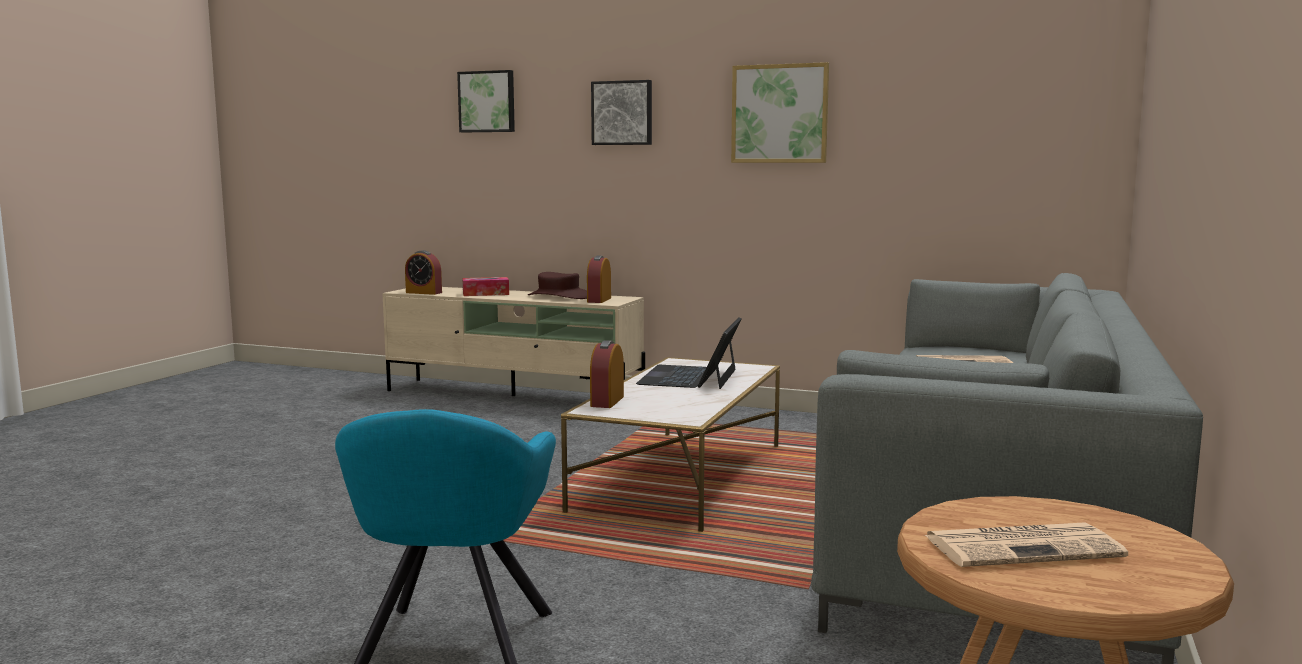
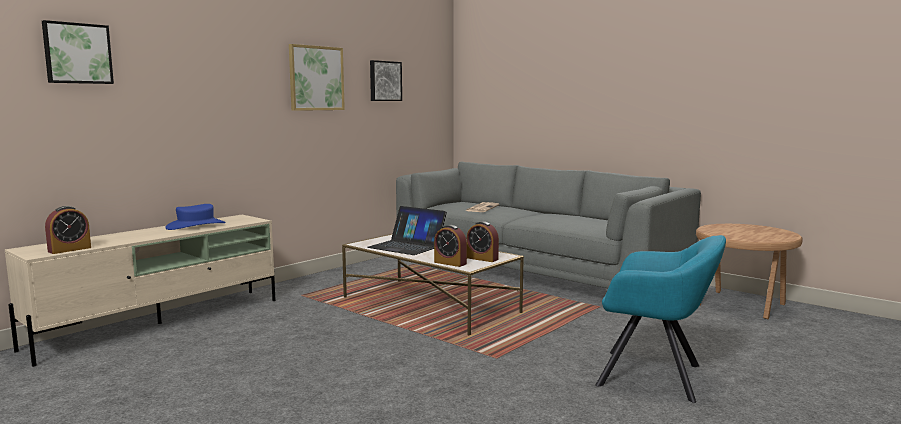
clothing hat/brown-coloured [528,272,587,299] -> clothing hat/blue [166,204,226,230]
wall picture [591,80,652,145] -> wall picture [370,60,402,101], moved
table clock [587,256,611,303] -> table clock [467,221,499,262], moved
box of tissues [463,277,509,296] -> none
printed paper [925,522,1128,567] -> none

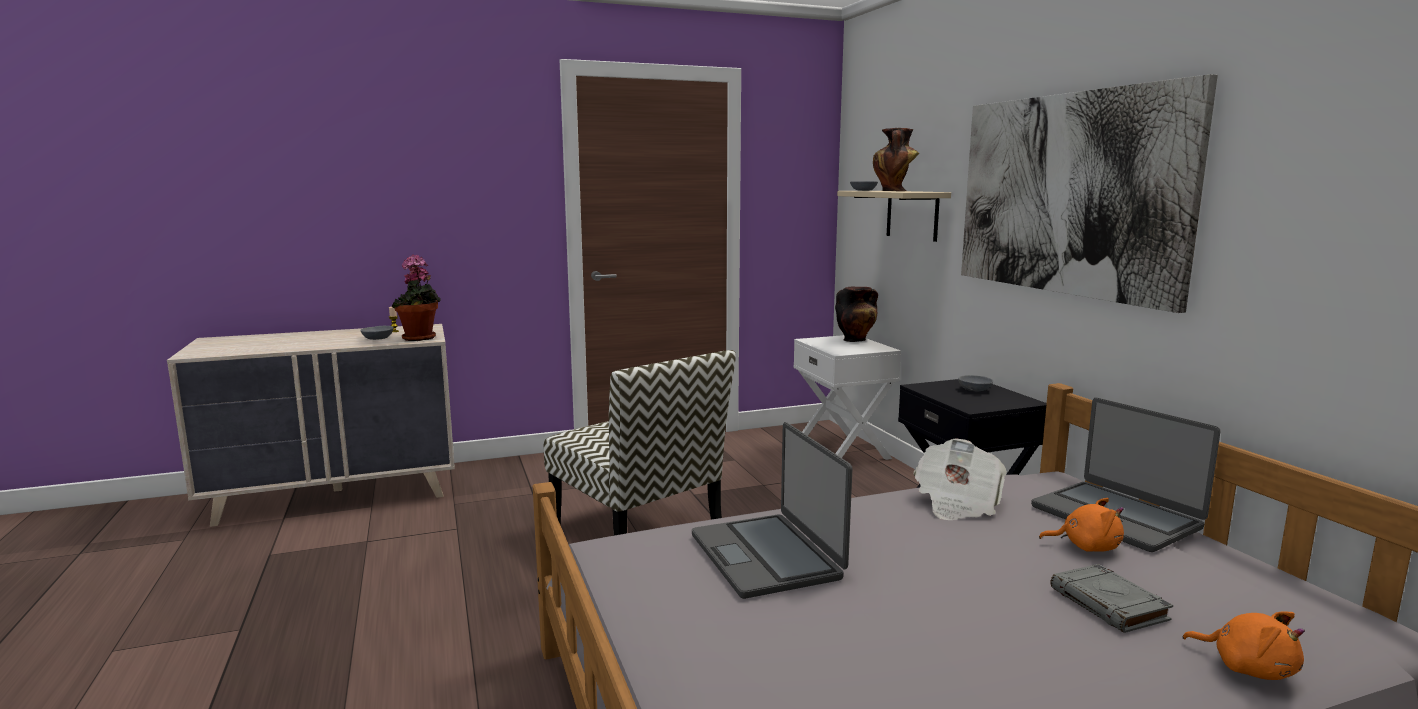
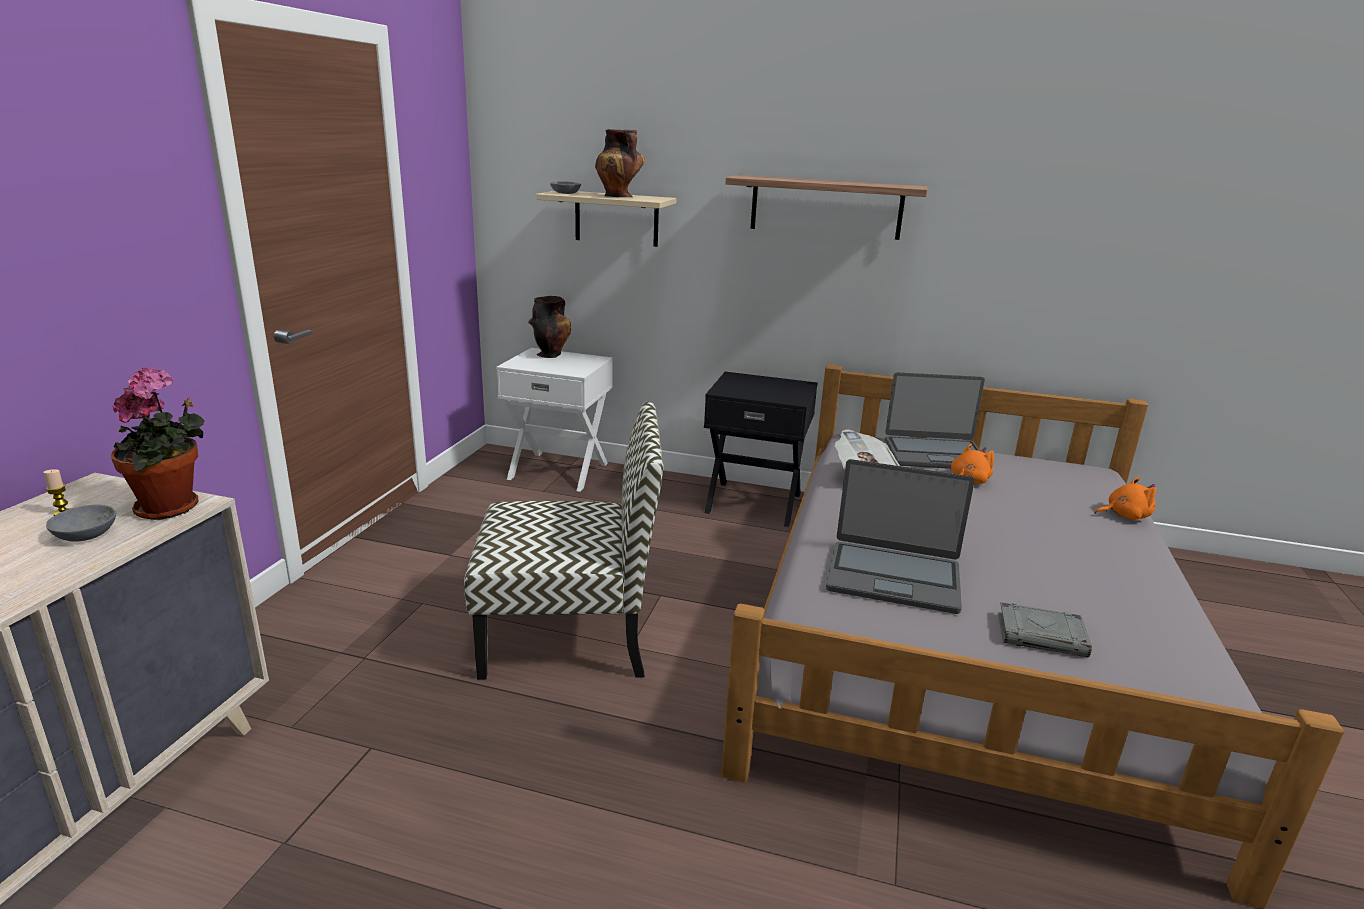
wall picture [961,74,1218,313] -> bracket shelf [725,175,927,240]
bound book/grey [1050,564,1173,633] -> bound book/grey [998,602,1092,657], moved
bowl/grey [958,375,993,391] -> none

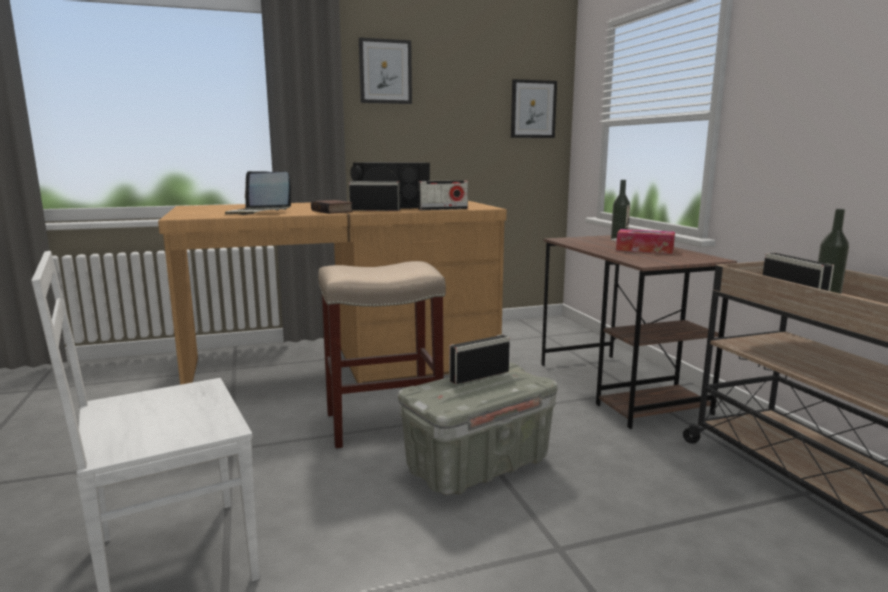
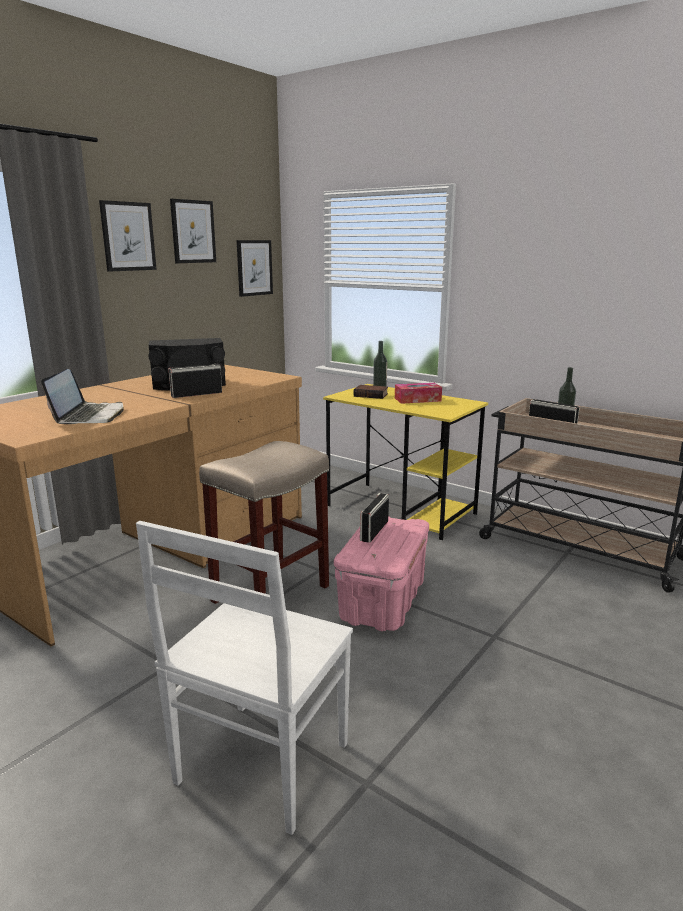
portable computer [225,171,291,215] -> portable computer [41,369,124,424], 75 degrees counterclockwise
none -> wall picture [170,199,216,263]
desk/brown-coloured [541,235,737,429] -> desk/yellowish [323,384,488,540]
storage container/grey [398,362,558,495] -> storage container/pinkish [334,516,429,632]
bound book [311,200,353,214] -> bound book [353,385,388,399], moved
radio [418,180,468,210] -> none

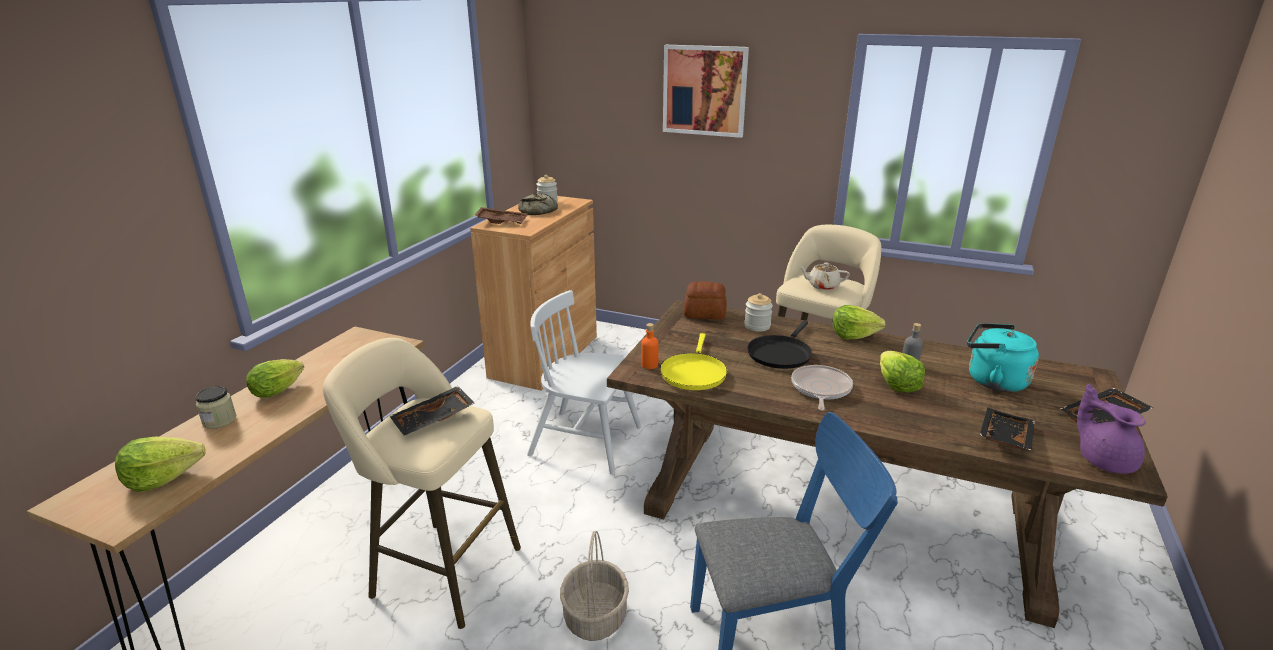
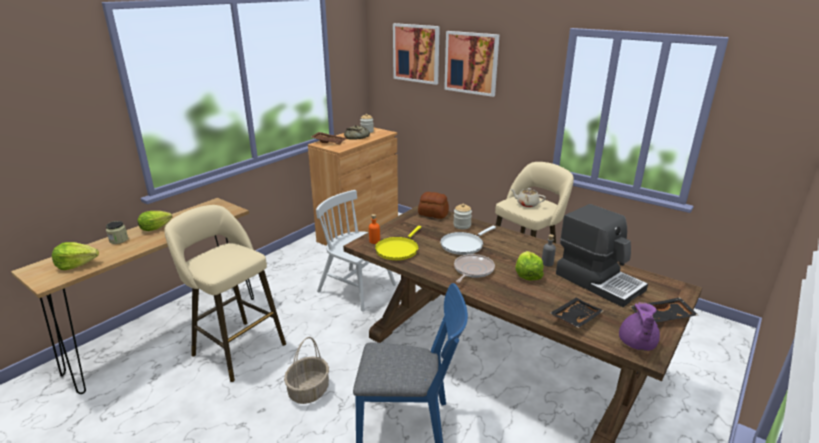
none -> wall picture [393,23,440,85]
frying pan/blackish [747,321,812,369] -> frying pan/whitish [440,226,496,255]
tea kettle/turquoise [967,323,1039,392] -> coffee machine [556,204,648,307]
pot for tea/purplish [1077,384,1146,474] -> pot for tea/purplish [619,302,660,351], 150 degrees counterclockwise
serving tray/blackish [390,386,475,435] -> none
lettuce head [832,305,886,339] -> none

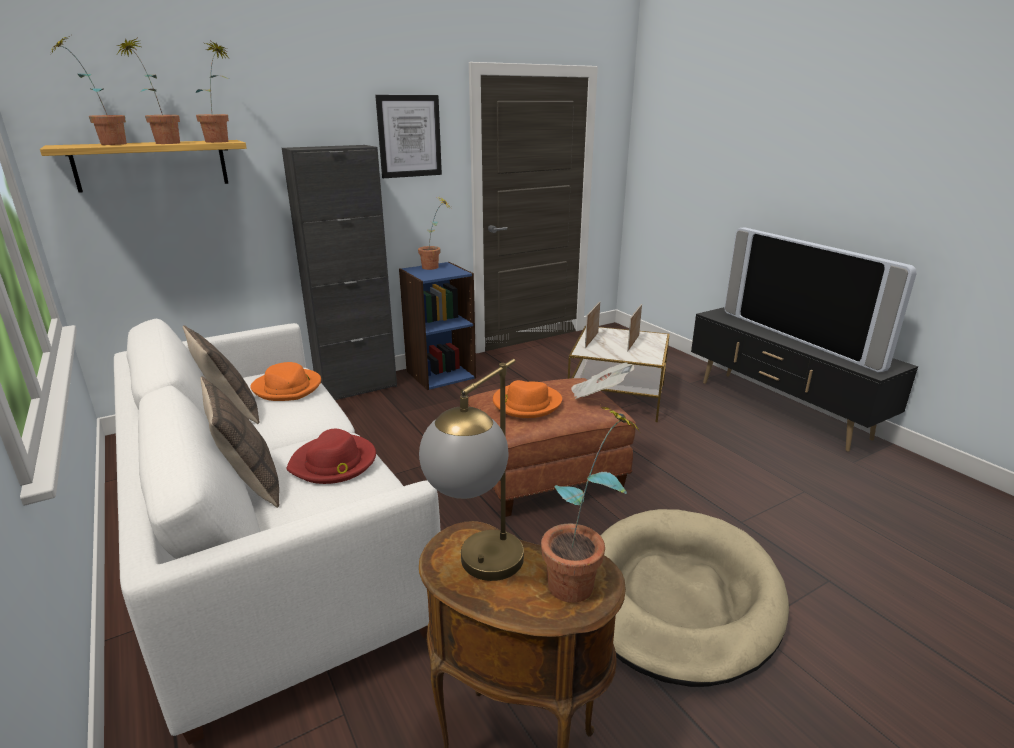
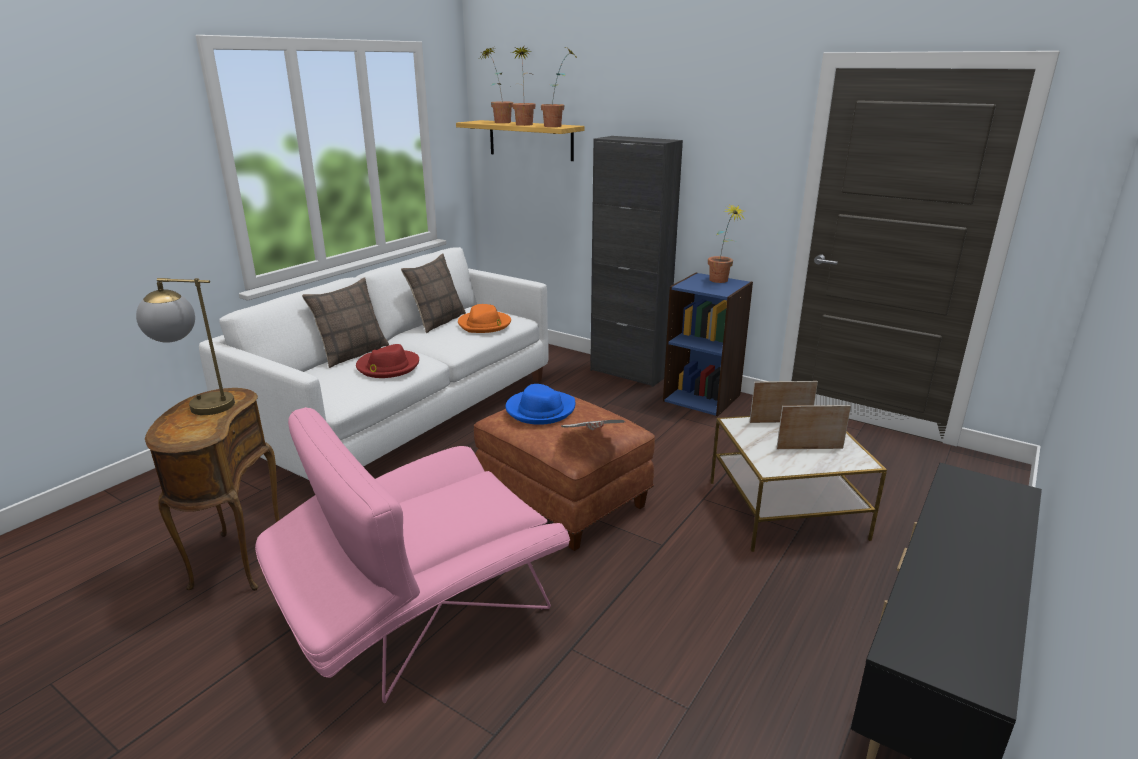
pet bed/beige [600,509,789,687] -> lounge chair/pinkish [255,407,570,703]
clothing hat/orangey [493,380,562,418] -> clothing hat/blue [505,384,575,425]
wall picture [375,95,442,178] -> none
plant in a pot [541,407,640,603] -> none
TV set [724,227,917,373] -> none

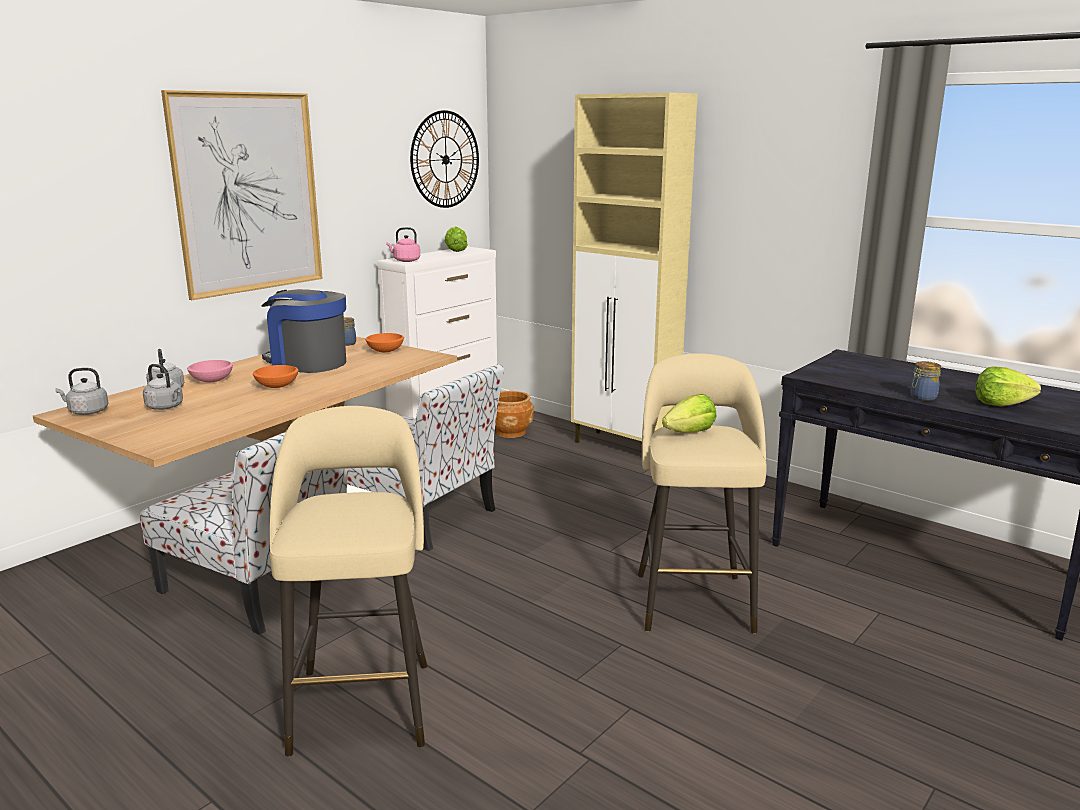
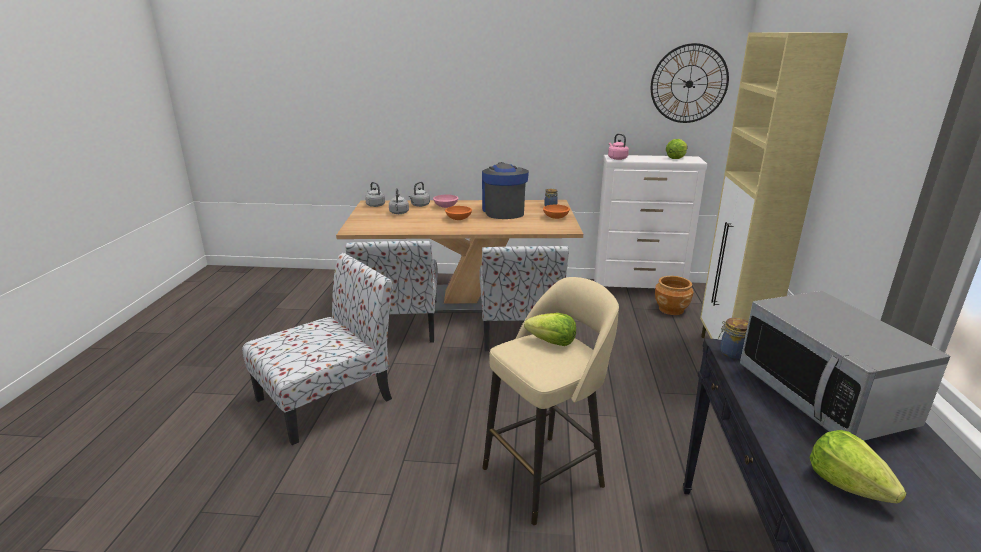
stool/beige [270,406,427,757] -> plain chair [242,253,393,445]
jar [910,361,941,401] -> jar [718,318,749,359], moved
none -> kitchen microwave [740,291,950,441]
wall picture [161,90,323,300] -> none

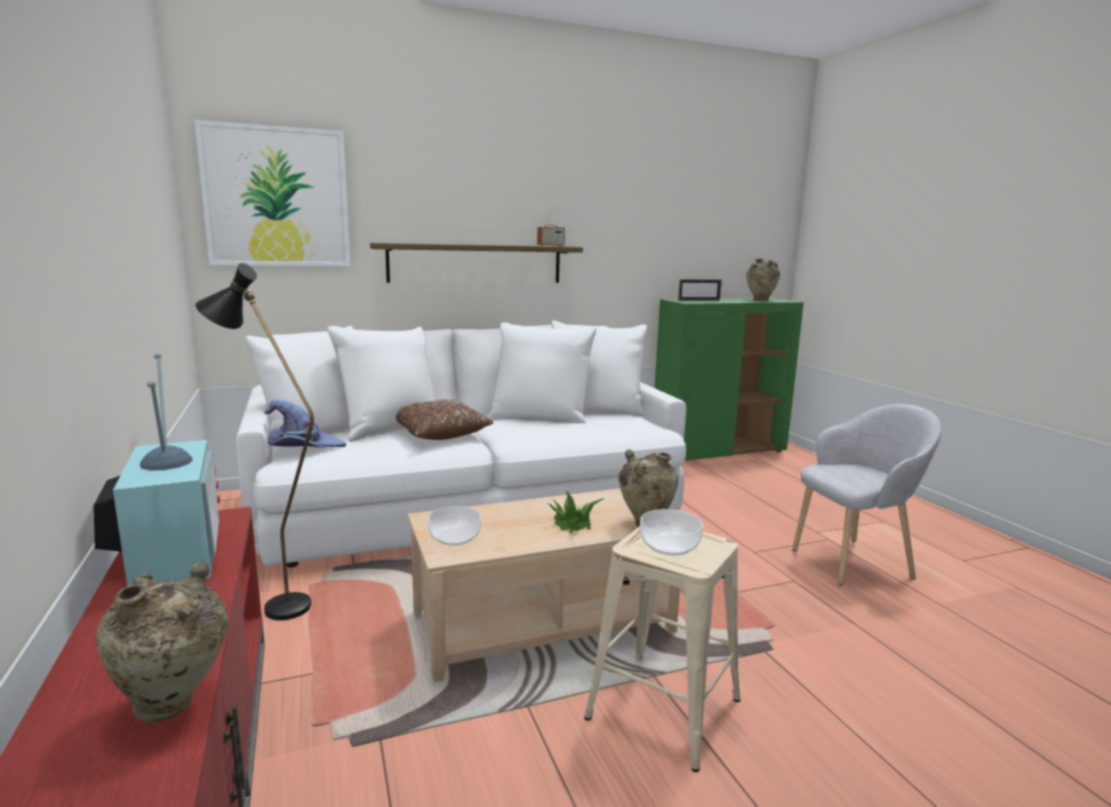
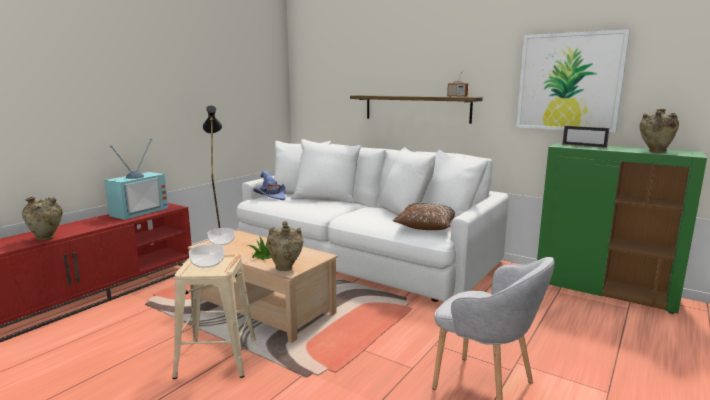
pillow/brown-coloured [396,399,493,440] -> pillow/brown-coloured [393,203,455,230], moved
wall picture [194,120,350,266] -> wall picture [516,29,630,133], moved

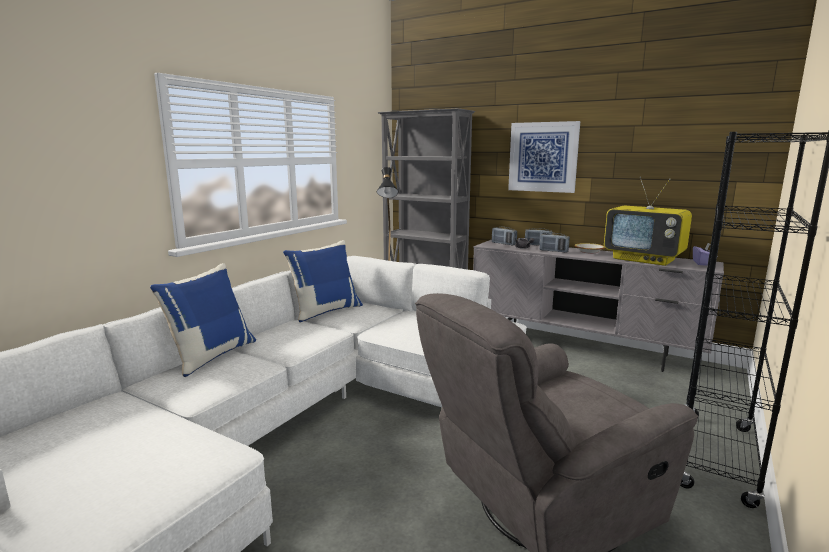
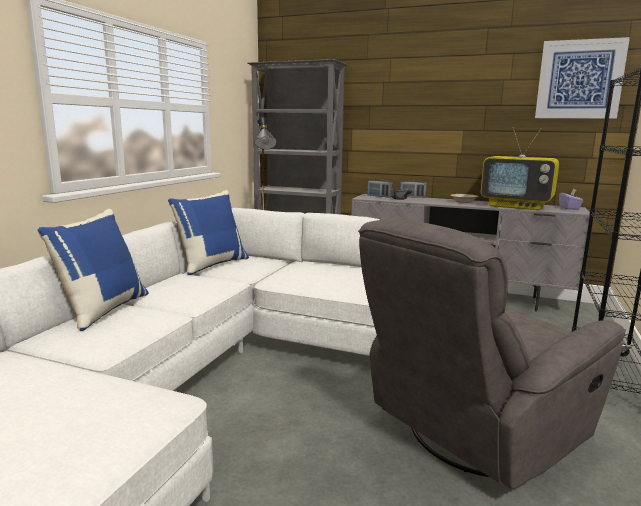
wall picture [508,121,580,193] -> wall picture [535,37,630,119], moved
radio [540,233,570,253] -> none

